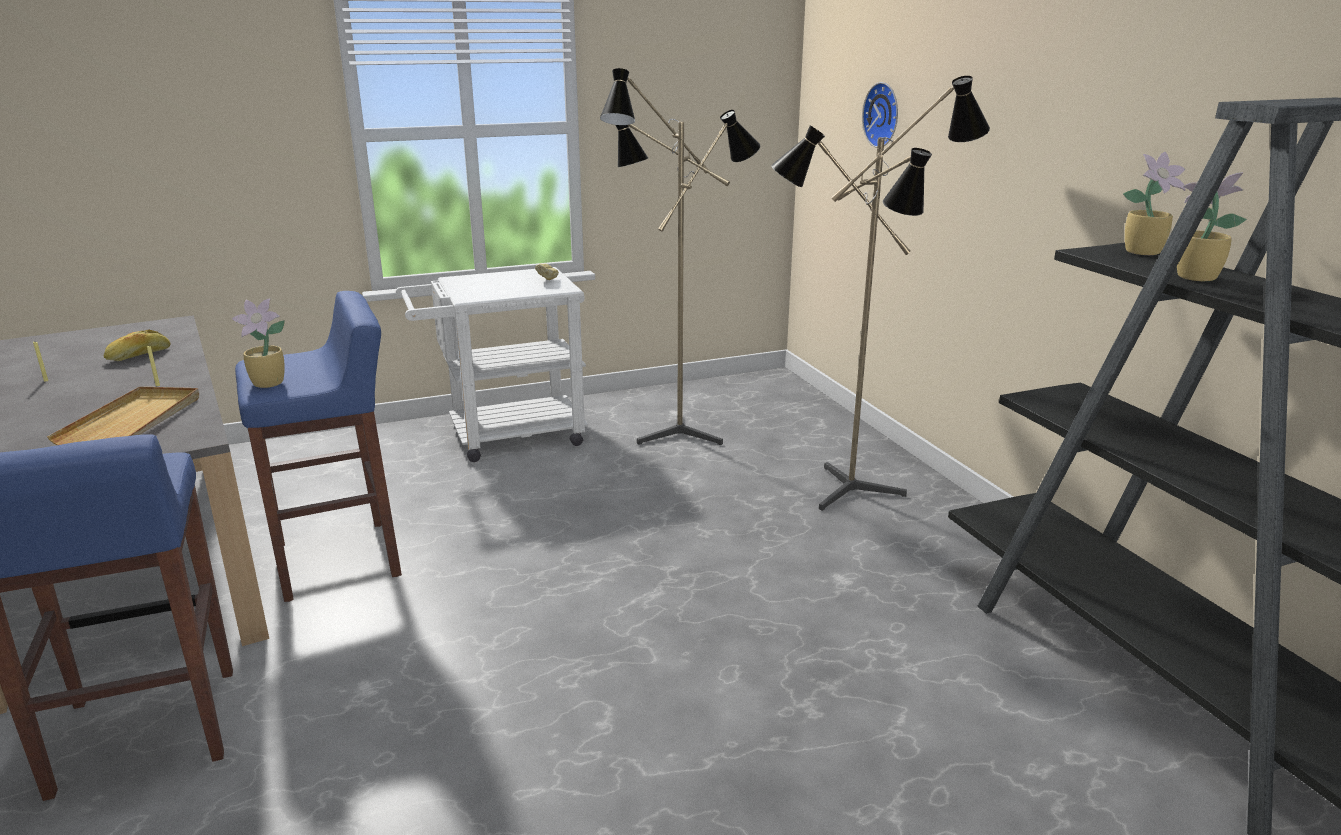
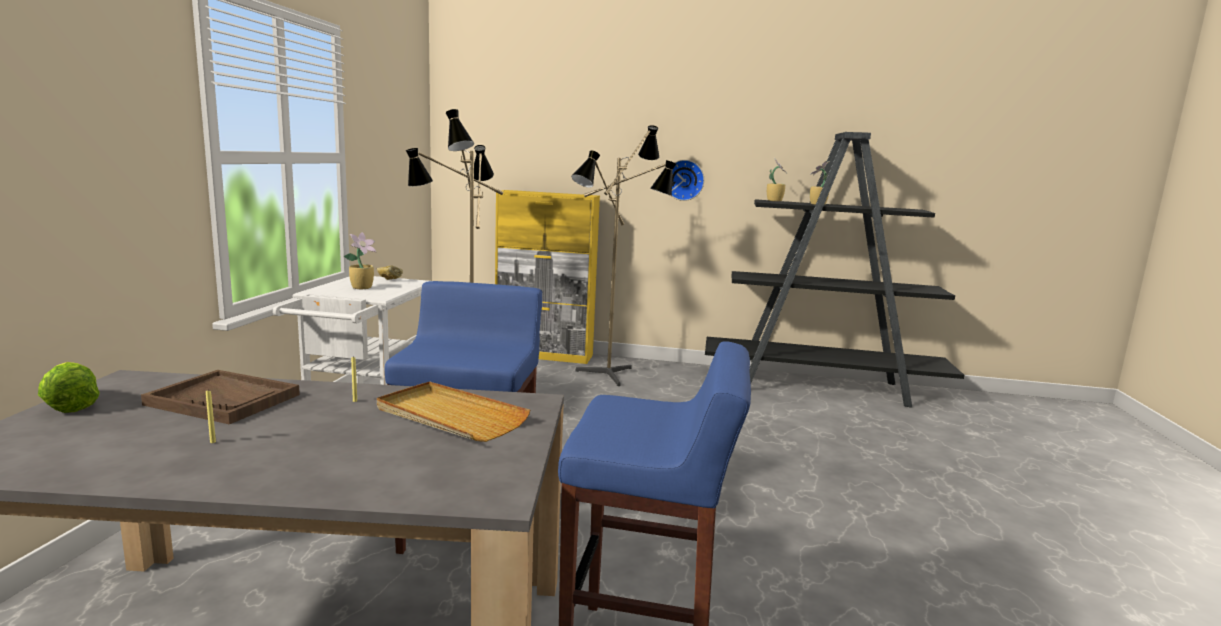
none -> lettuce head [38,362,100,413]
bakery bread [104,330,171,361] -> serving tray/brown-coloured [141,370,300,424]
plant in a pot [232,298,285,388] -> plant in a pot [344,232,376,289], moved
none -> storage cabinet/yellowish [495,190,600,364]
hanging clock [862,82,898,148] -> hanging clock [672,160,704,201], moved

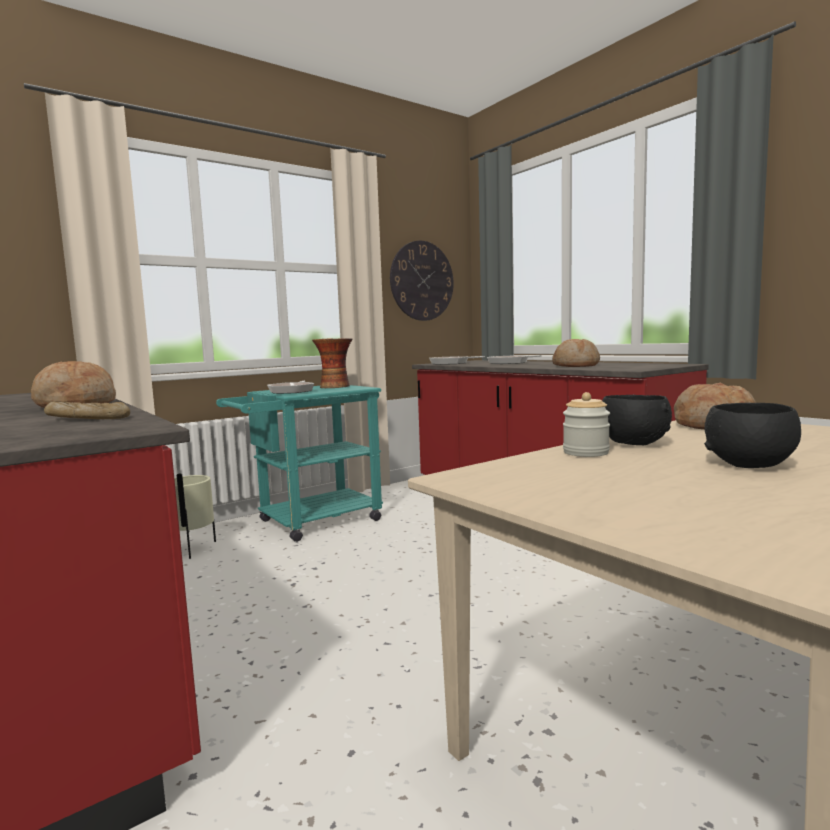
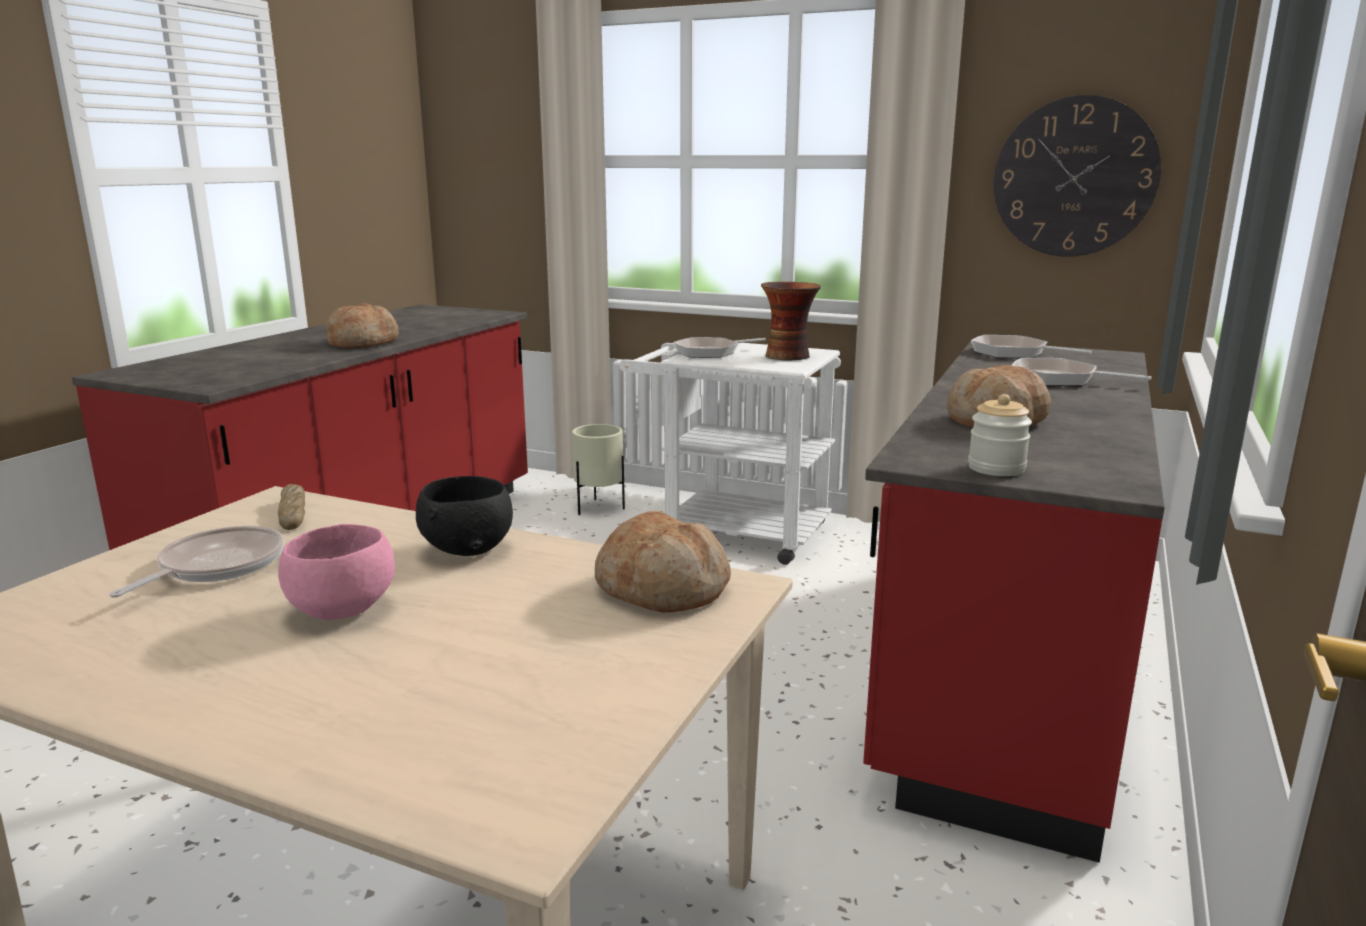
none -> frying pan [109,526,284,598]
bakery bread [44,402,130,419] -> bakery bread [278,484,305,530], moved
bowl/blackish [704,403,801,468] -> bowl/pinkish [278,524,395,620]
wheeled cart/turquoise [216,385,383,542] -> wheeled cart/whitish [619,343,841,565]
jar [563,392,610,457] -> jar [968,394,1032,476], moved

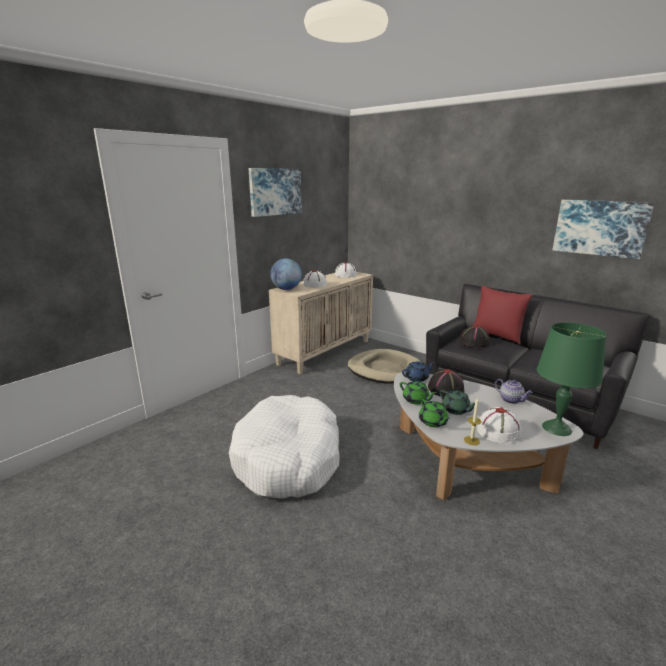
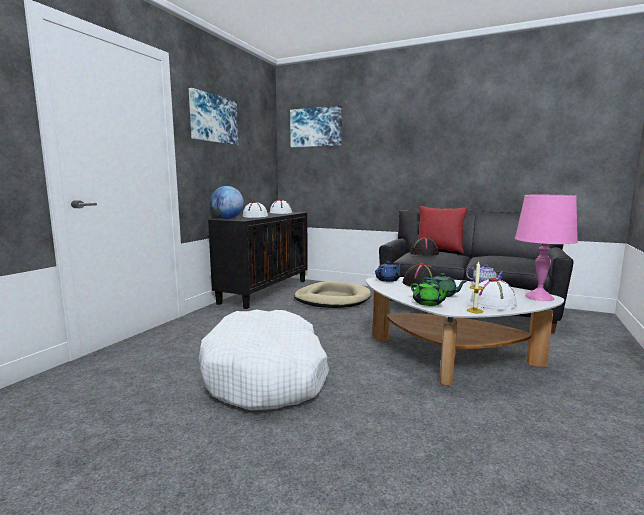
storage cabinet/beige [269,272,373,374] -> storage cabinet/blackish [208,212,308,309]
wall picture [553,200,654,259] -> wall picture [290,105,342,147], moved
lamp for a table/greenish [537,323,606,436] -> lamp for a table/pinkish [515,195,578,301]
pot for tea/greenish [400,381,436,405] -> none

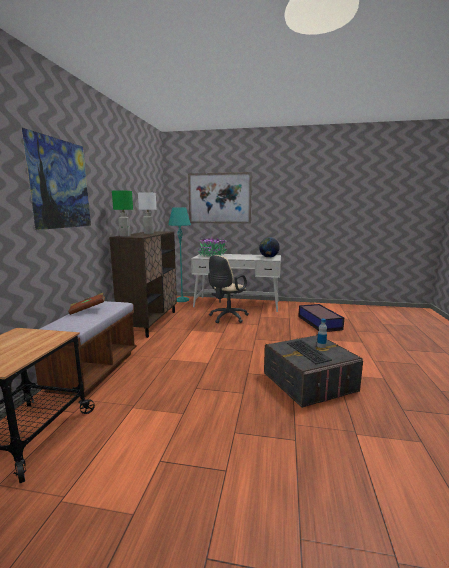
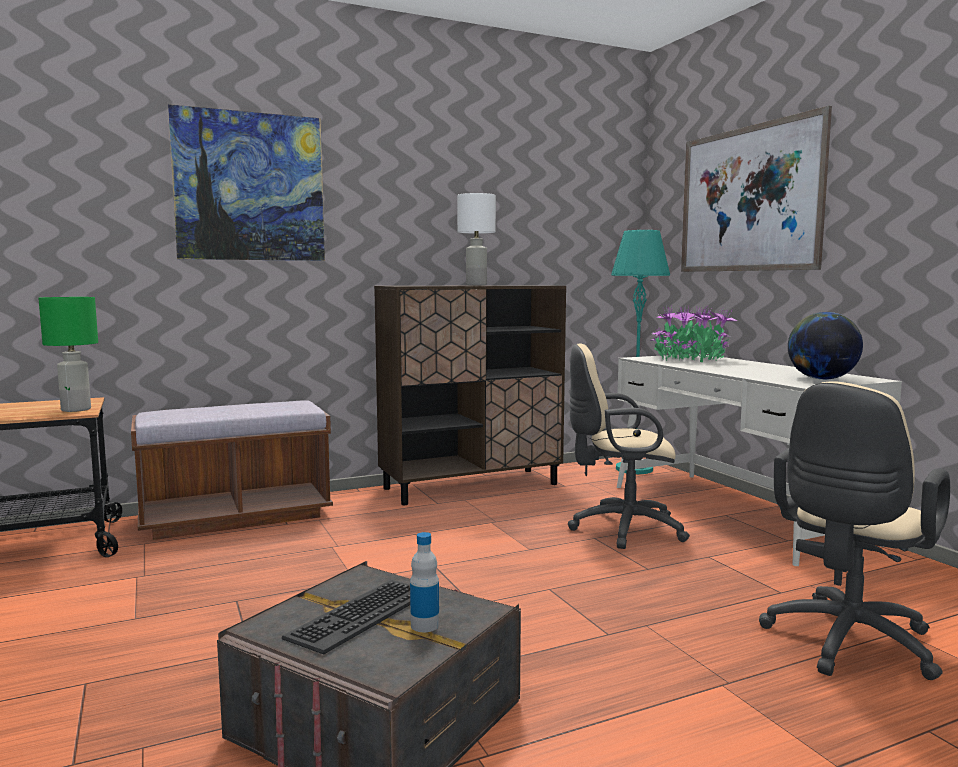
lamp for a table/greenish [112,190,133,237] -> lamp for a table/greenish [39,297,98,412], moved
storage container [298,304,344,332] -> computer chair/beige [759,381,950,680]
bound book/brown-coloured [68,293,105,315] -> none

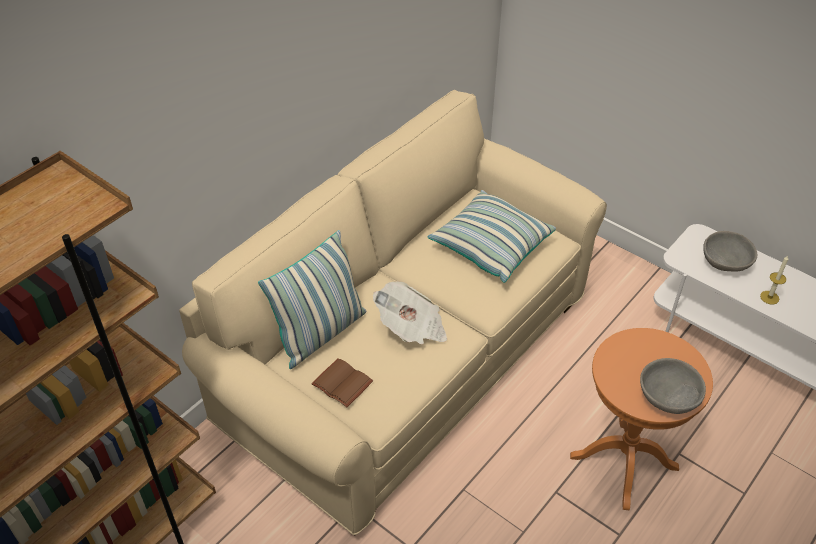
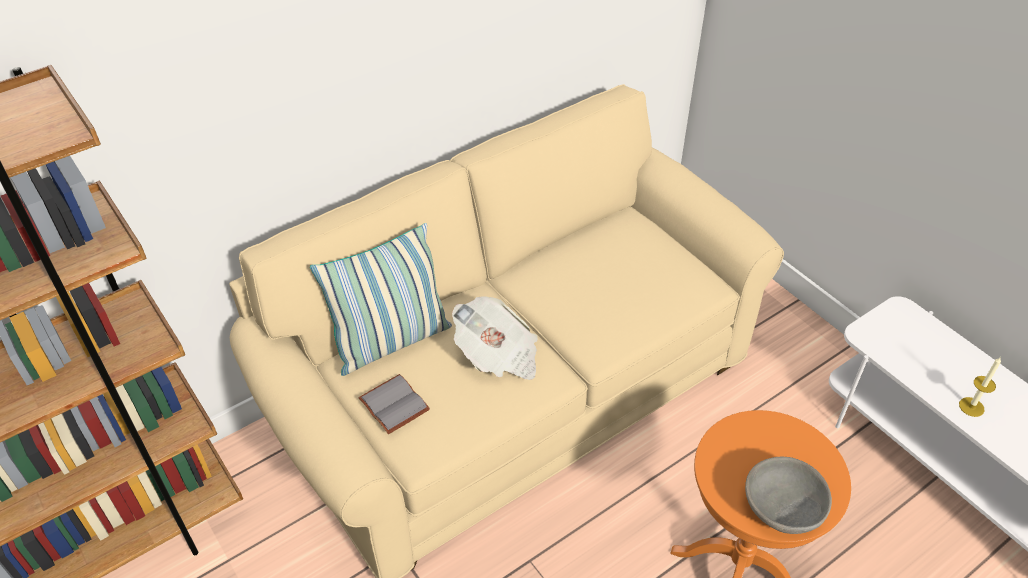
bound book/brown-coloured [311,358,373,407] -> bound book/grey [358,374,430,434]
pillow [428,190,556,283] -> none
bowl/grey [703,231,757,272] -> none

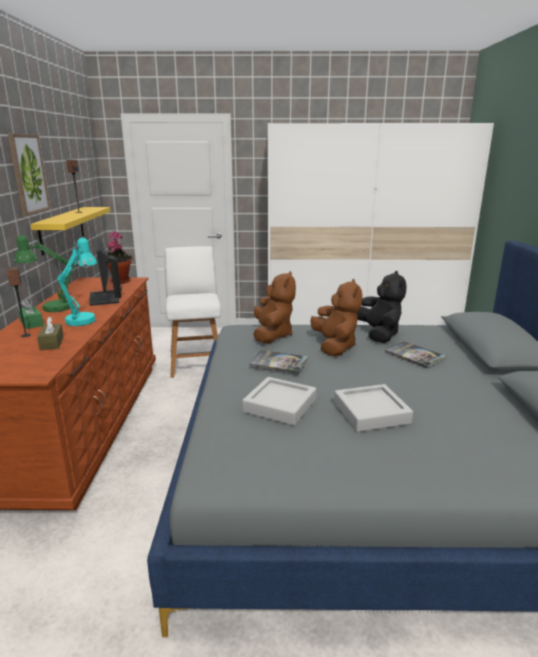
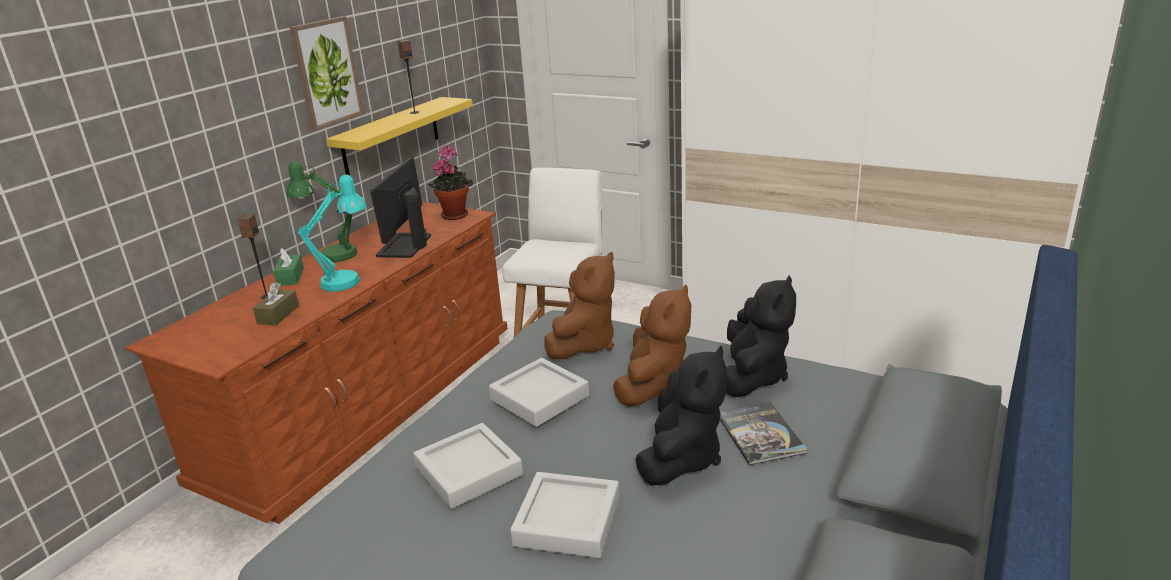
bound book [249,350,308,374] -> serving tray/grey [489,358,589,427]
none -> soft toy/blackish [635,346,727,485]

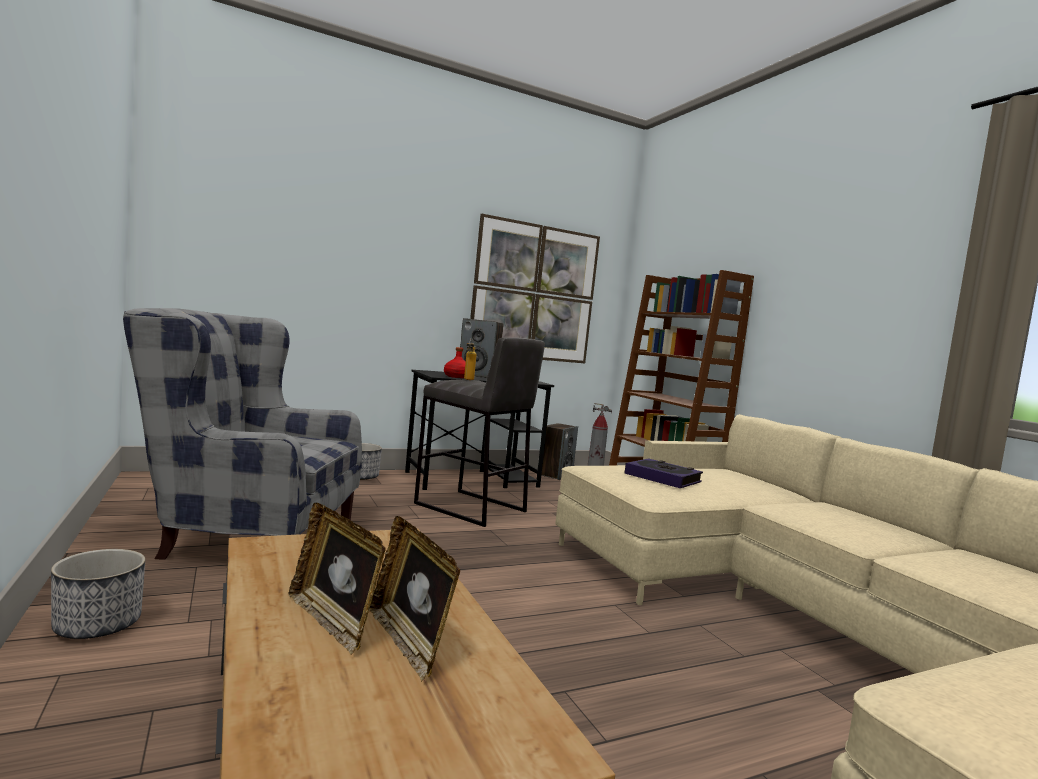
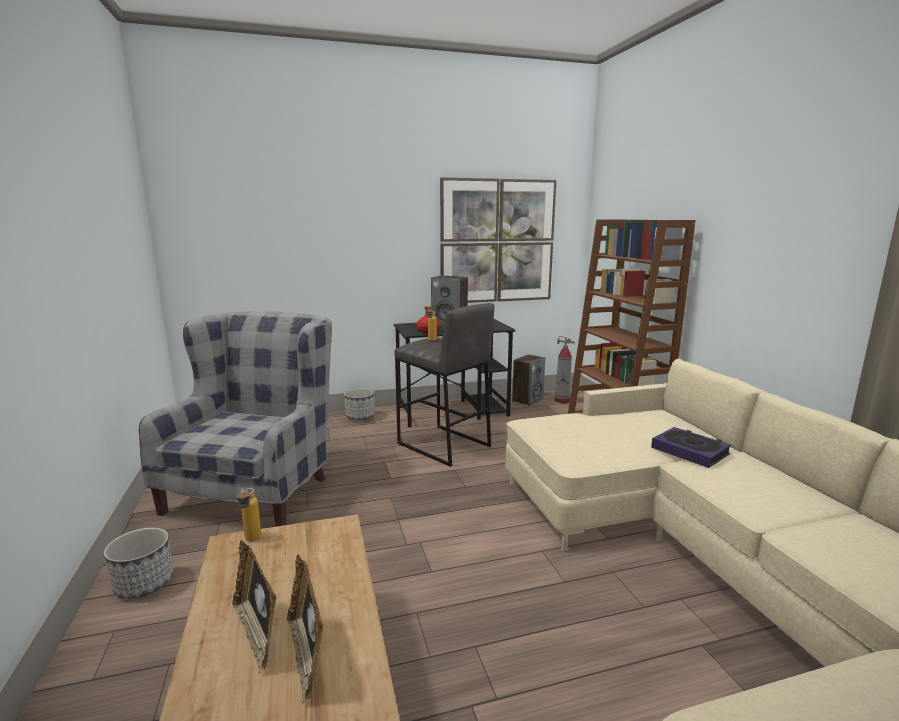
lounge chair/grey [123,308,362,559] -> lounge chair/grey [139,311,332,527], 90 degrees clockwise
none -> drink bottle [237,487,261,541]
bound book [625,458,703,488] -> bound book [651,427,731,468], moved

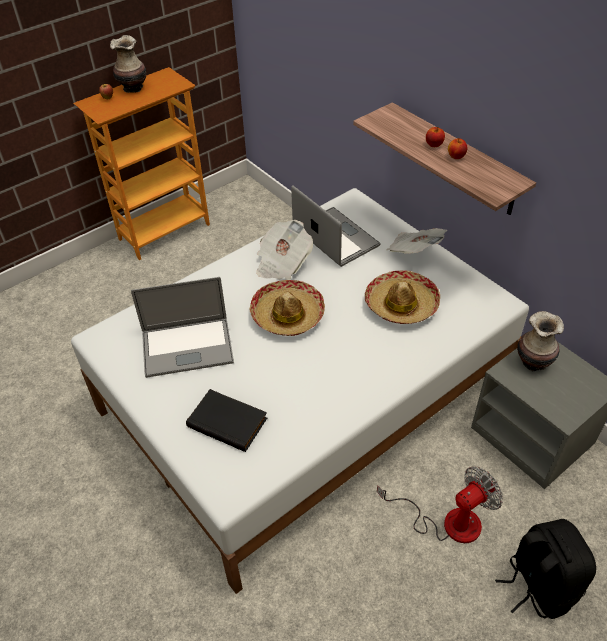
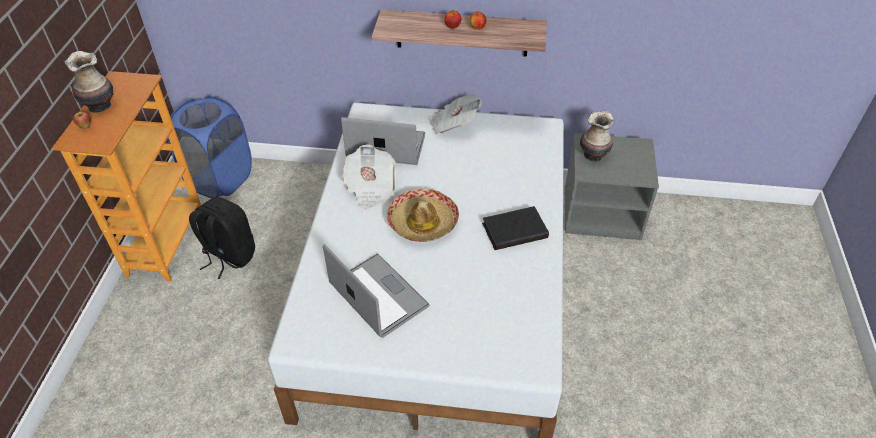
none -> hamper/blue [167,96,252,198]
backpack/blackish [495,519,596,619] -> backpack/blackish [189,197,255,279], moved
portable computer [131,277,234,378] -> portable computer [323,244,429,338], 75 degrees counterclockwise
bound book/blackish [186,389,267,452] -> bound book/blackish [482,206,549,250], moved
clothing hat [365,271,440,324] -> none
cooling fan [377,467,503,543] -> none

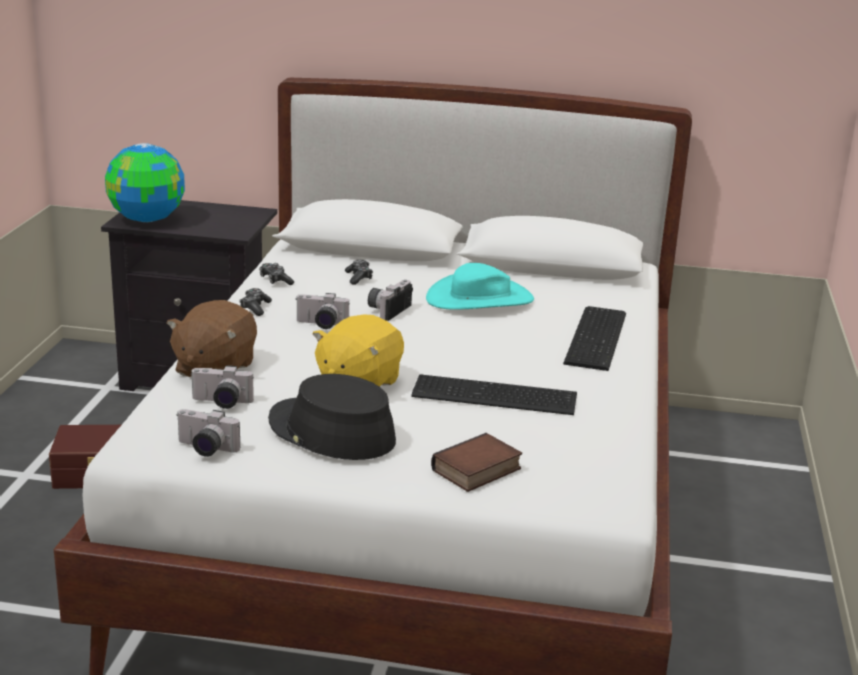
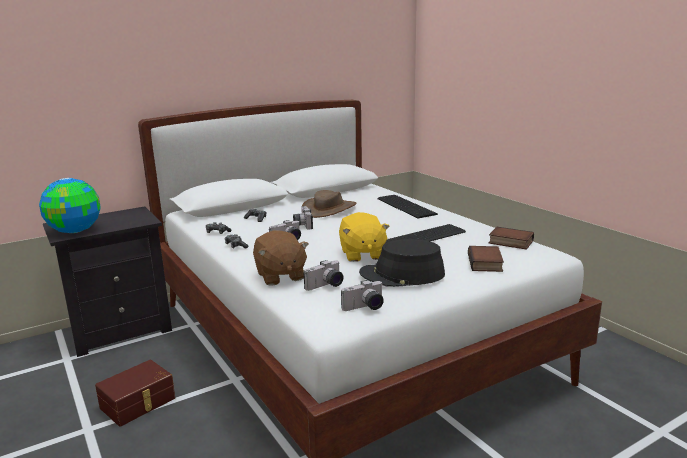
clothing hat/turquoise [426,263,534,310] -> clothing hat/brown-coloured [302,190,357,218]
none -> bound book [489,227,534,250]

